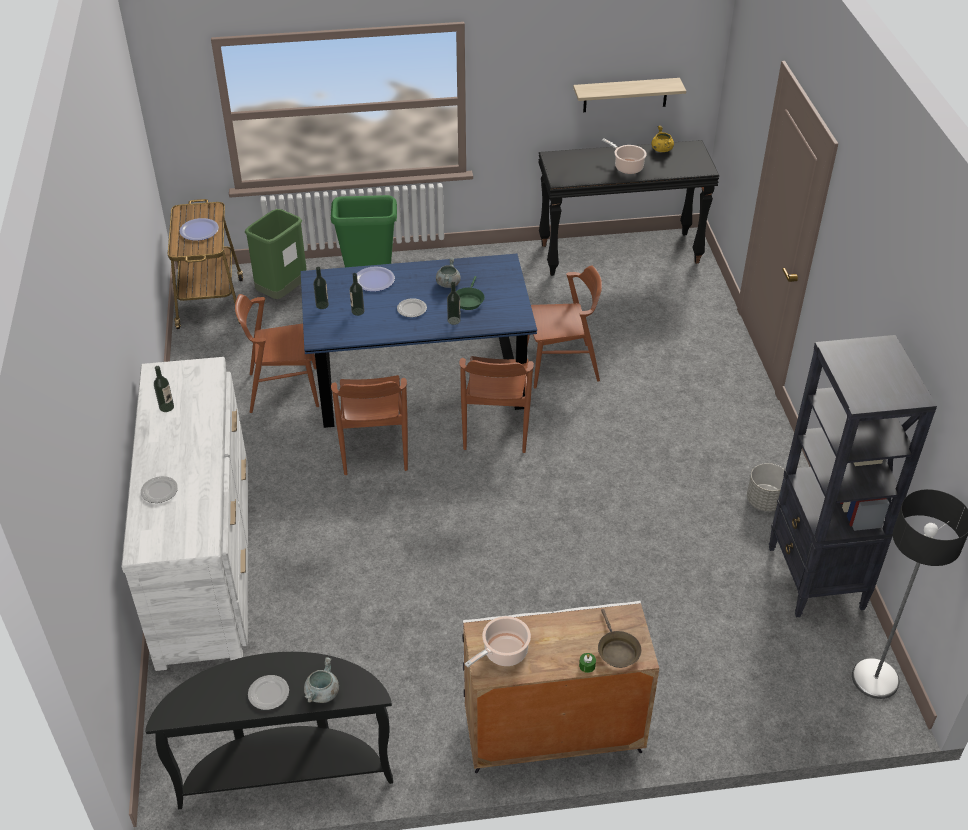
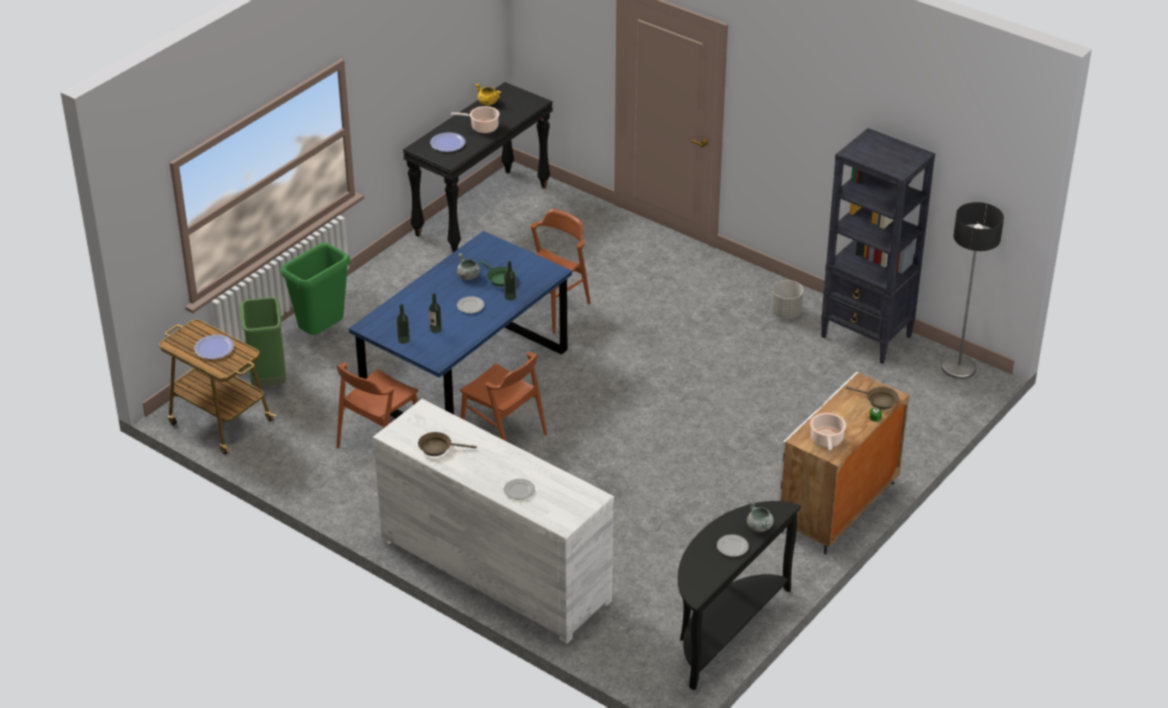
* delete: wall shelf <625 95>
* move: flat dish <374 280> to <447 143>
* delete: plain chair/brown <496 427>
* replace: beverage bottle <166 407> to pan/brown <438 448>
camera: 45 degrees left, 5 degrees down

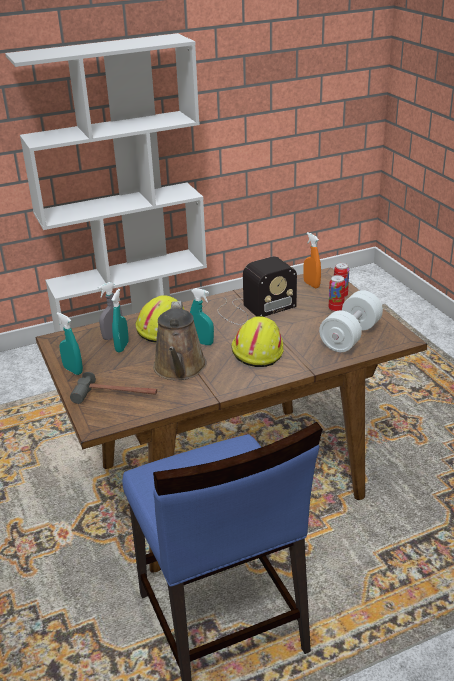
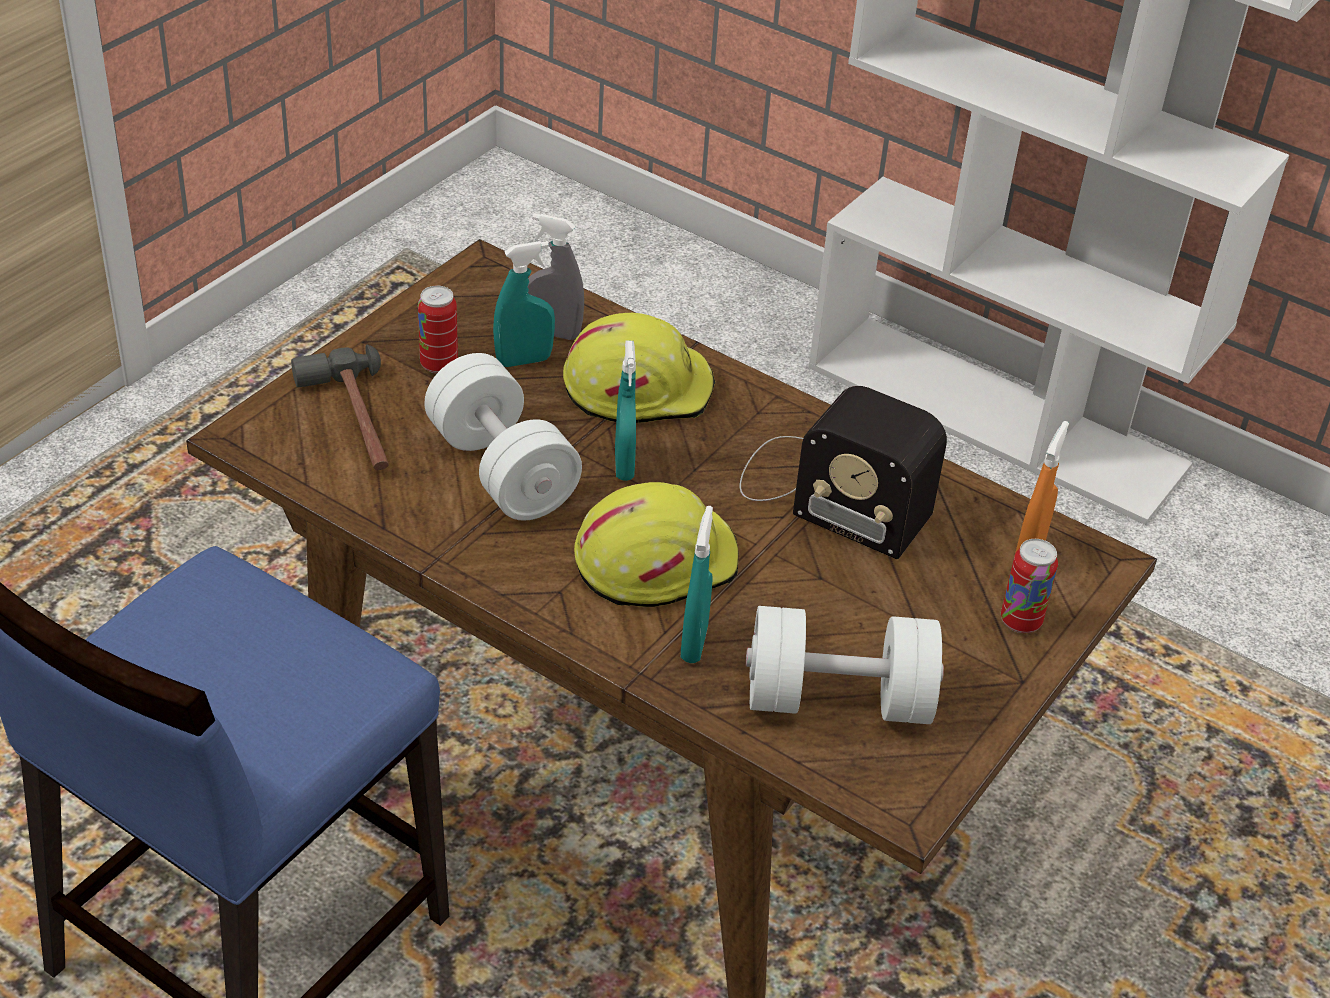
* move: can <336 309> to <439 365>
* replace: watering can/brown <179 369> to dumbbell/whitish <502 470>
* move: spray bottle/turquoise <73 370> to <694 643>
camera: 55 degrees right, 10 degrees up

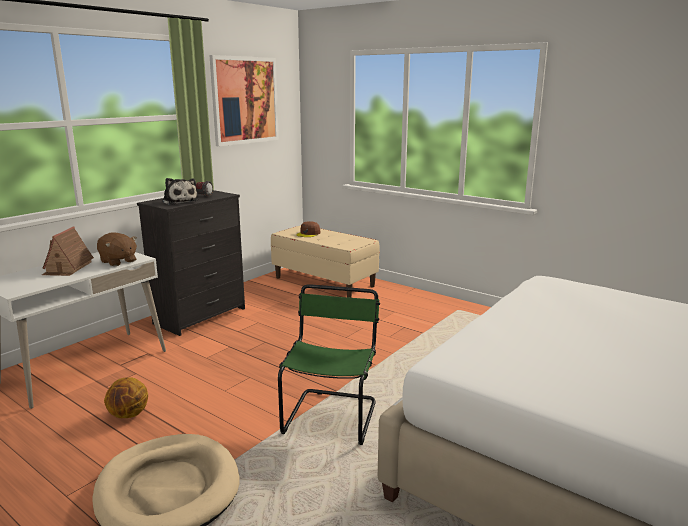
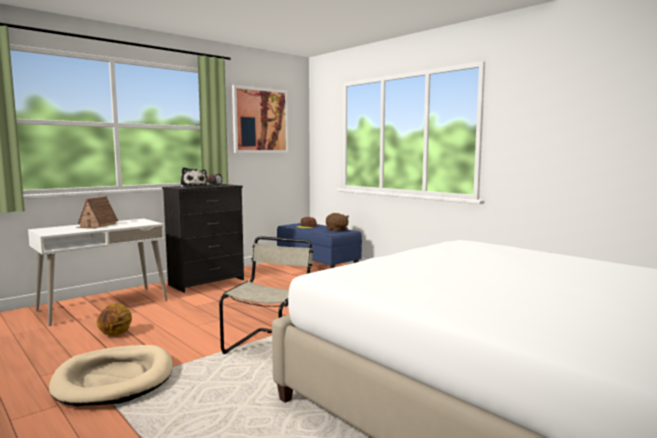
* recolor: bench/sand-coloured <324 282> to bench/bluish <318 267>
* move: soft toy/brown <118 261> to <337 230>
* recolor: plain chair/green <331 415> to plain chair/sand-coloured <271 346>
camera: 10 degrees right, 10 degrees down

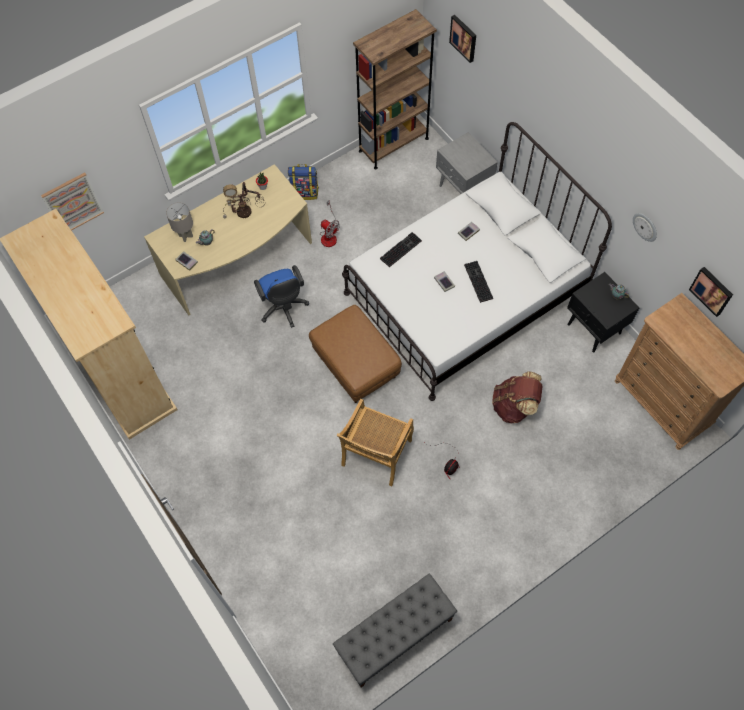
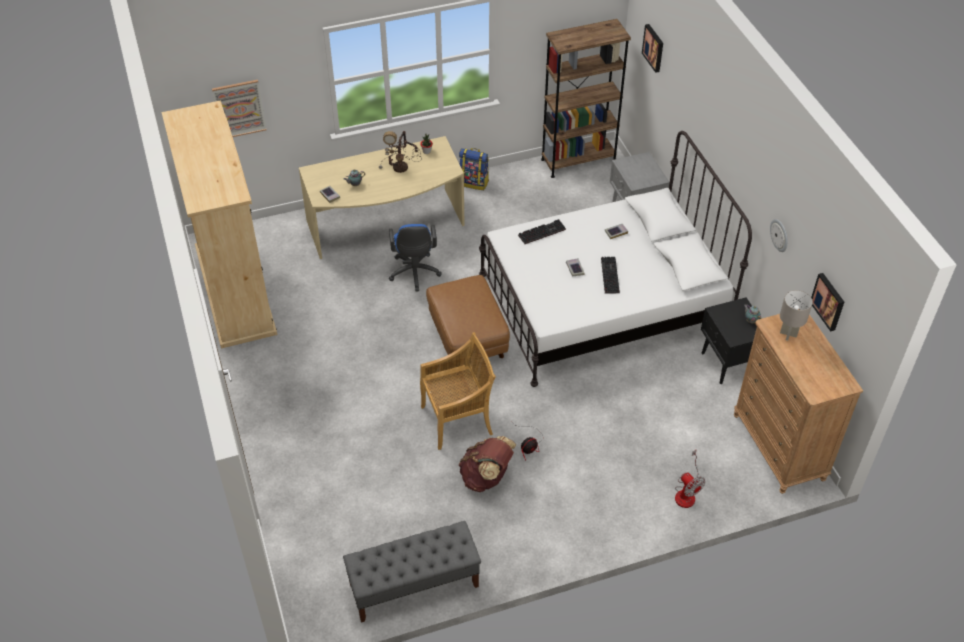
* move: electric fan <329 235> to <686 493>
* move: tabletop lamp/greyish <186 236> to <788 334>
* move: rucksack/brown <514 406> to <486 477>
* rotate: plain chair/sand-coloured <376 454> = <458 420> 150 degrees counterclockwise
camera: 15 degrees right, 15 degrees down

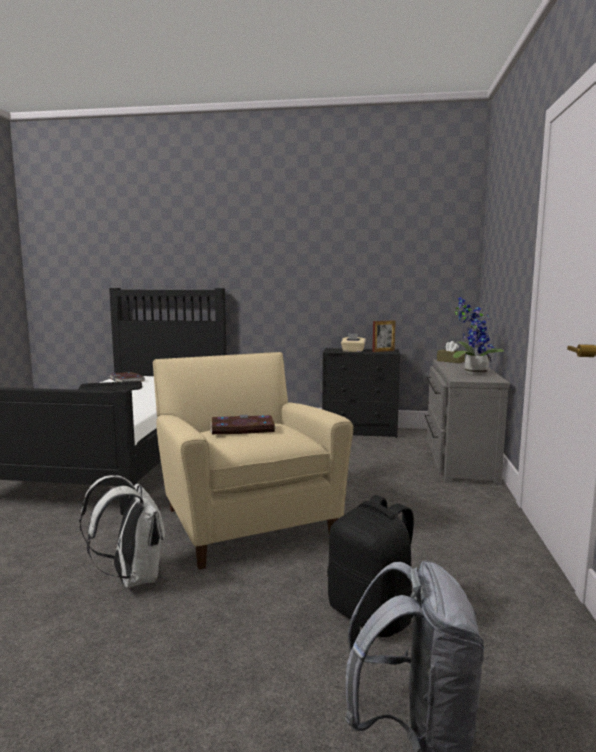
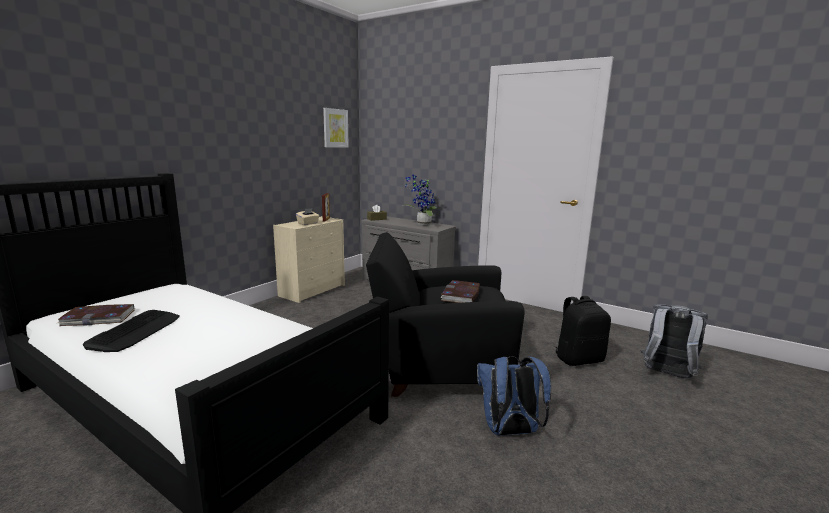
* recolor: drawer chest/black <360 431> to drawer chest/sand-coloured <313 290>
* recolor: easy chair/sand-coloured <245 519> to easy chair/black <438 368>
* recolor: rucksack/whitish <132 578> to rucksack/bluish <509 431>
* insert: picture <335 128>
camera: 65 degrees left, 5 degrees up

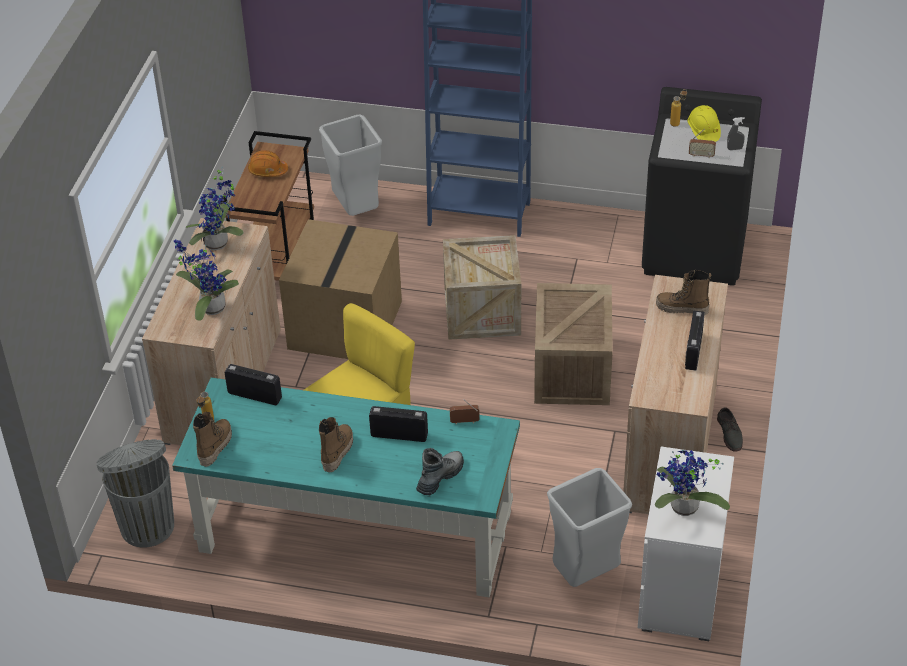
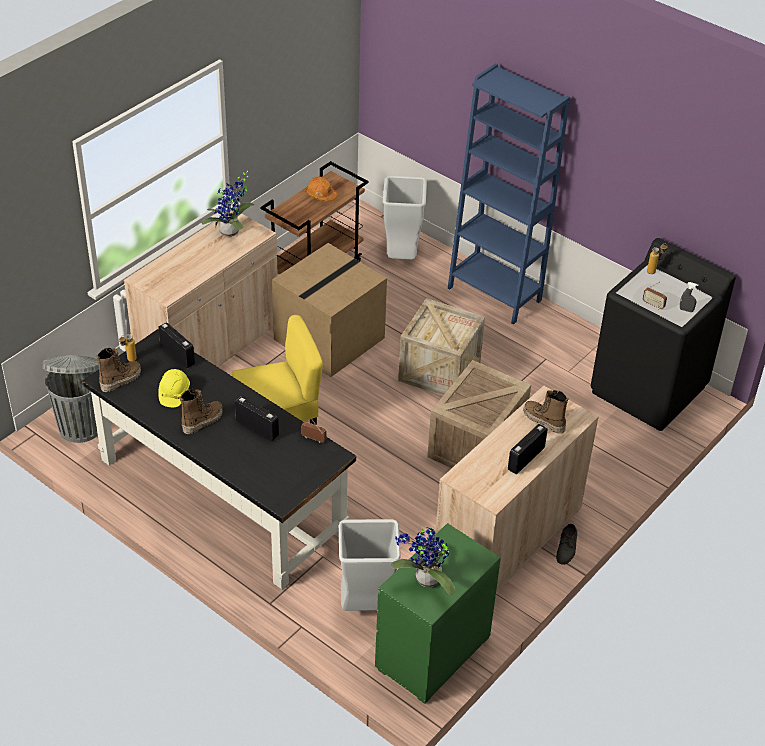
* move: safety helmet/yellowish <703 131> to <174 393>
* delete: potted plant <209 307>
* recolor: desk/turquoise <354 532> to desk/black <220 495>
* recolor: drawer chest/whitish <680 590> to drawer chest/green <432 653>
* delete: boot <440 477>
camera: 25 degrees right, 0 degrees up

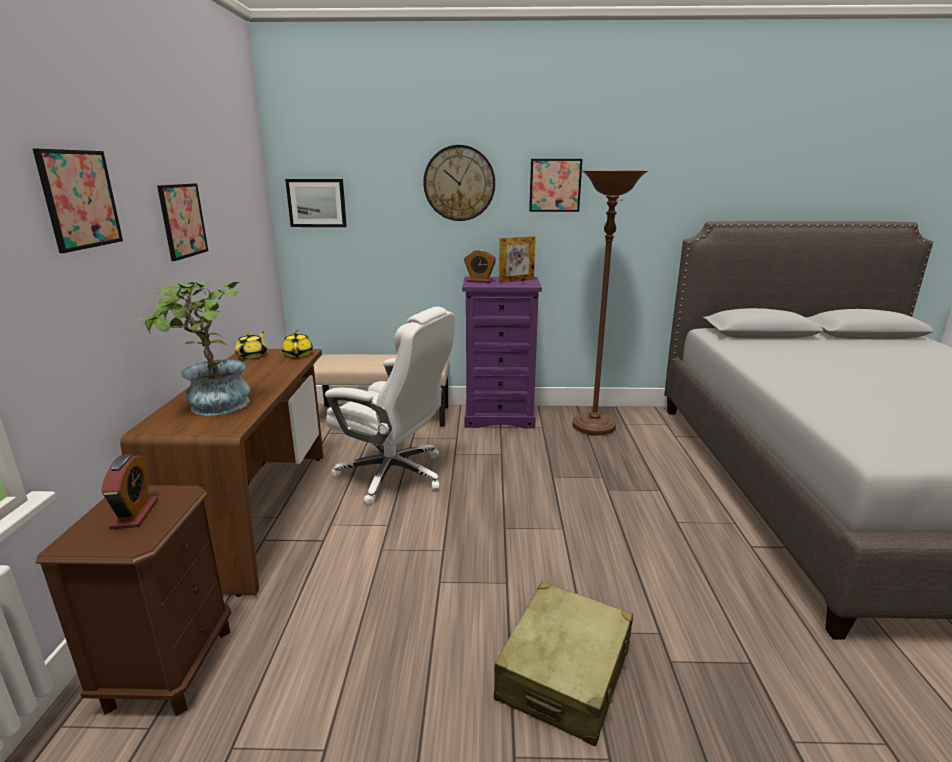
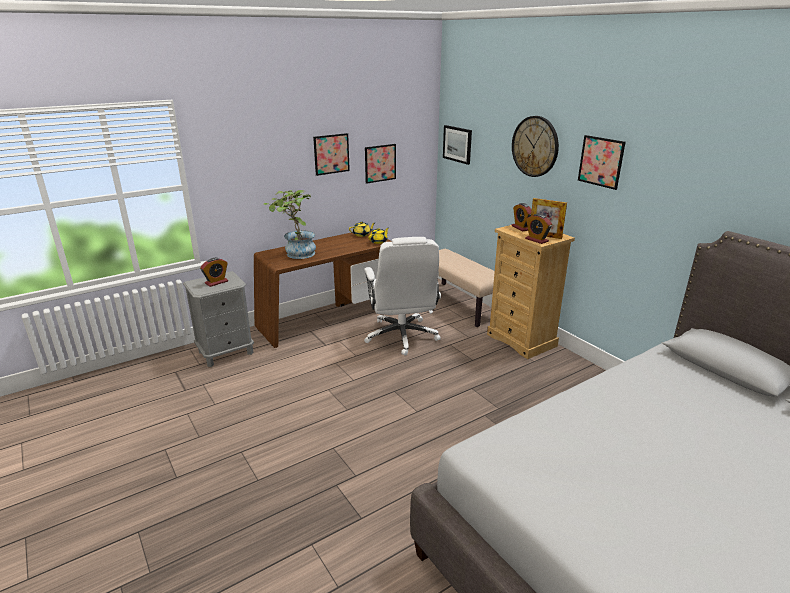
* move: picture <80 199> to <380 163>
* delete: standing lamp/brown <593 427>
* recolor: drawer chest/purple <499 417> to drawer chest/sand-coloured <522 340>
* recolor: nightstand/brown <169 667> to nightstand/greyish <226 352>
* delete: travel case/sand-coloured <564 674>
* insert: bedside clock <536 240>
camera: 55 degrees right, 5 degrees up

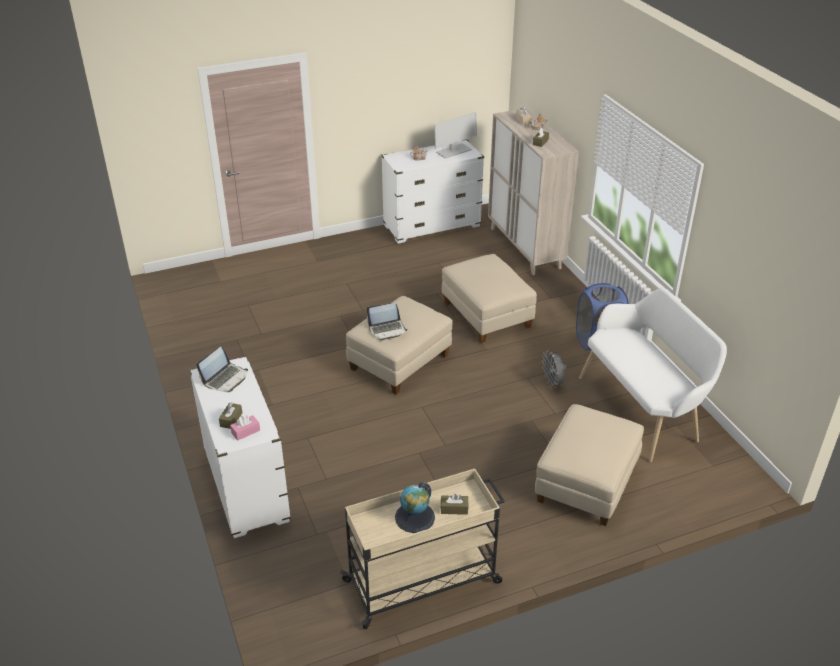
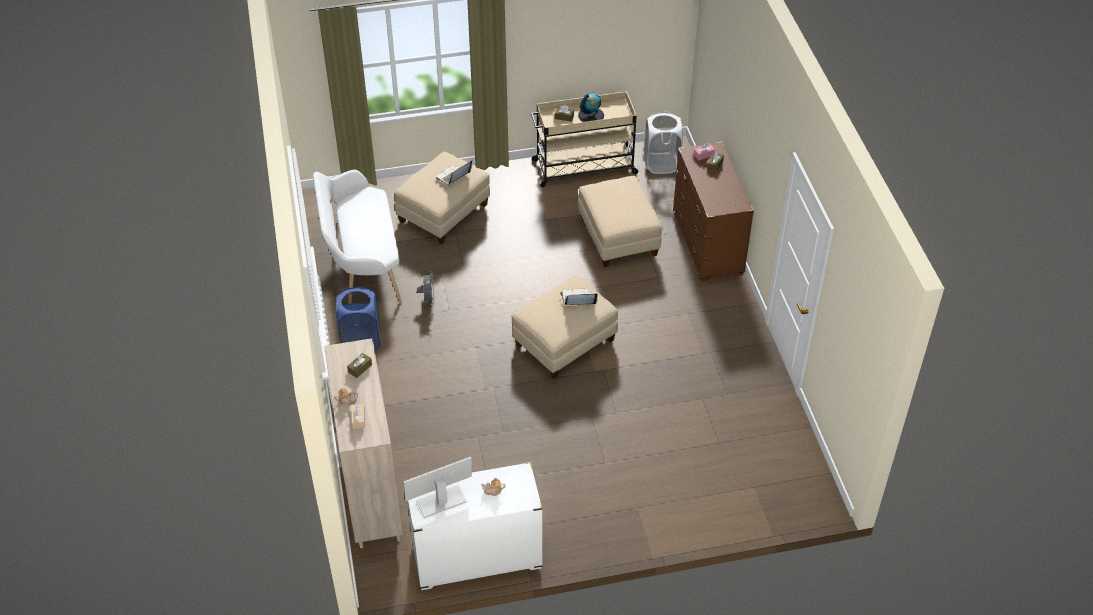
* move: pouffe/sand-coloured <487 315> to <617 237>
* move: portable computer <225 378> to <453 176>
* recolor: drawer chest/whitish <246 486> to drawer chest/brown <707 244>
* insert: washing basket/whitish <661 163>
camera: 170 degrees left, 10 degrees up

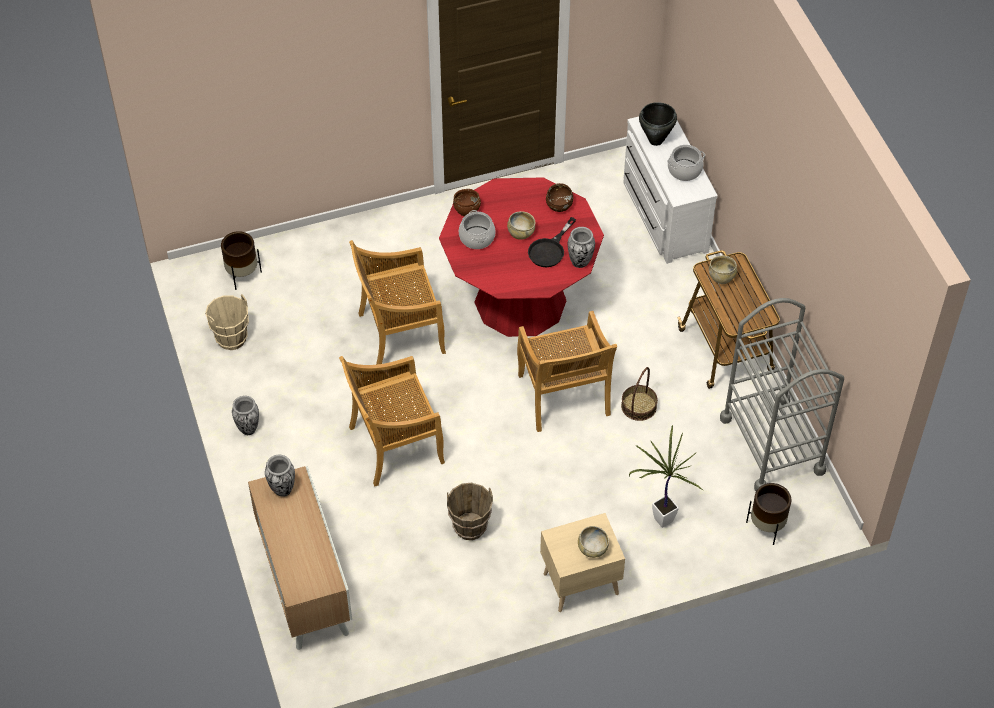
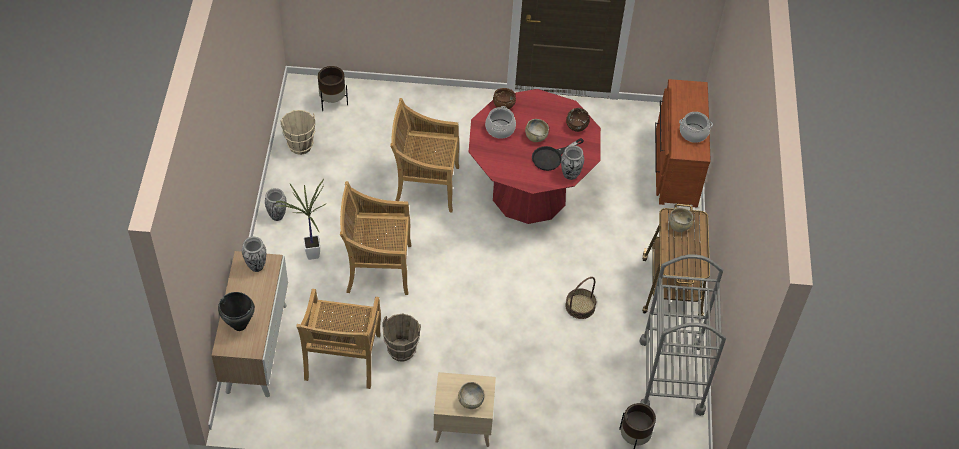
* move: stockpot/black <656 140> to <239 325>
* recolor: drawer chest/whitish <662 215> to drawer chest/brown <674 166>
* move: plain chair/sand-coloured <564 397> to <342 359>
* move: potted plant <659 520> to <309 254>
camera: 20 degrees right, 0 degrees up

